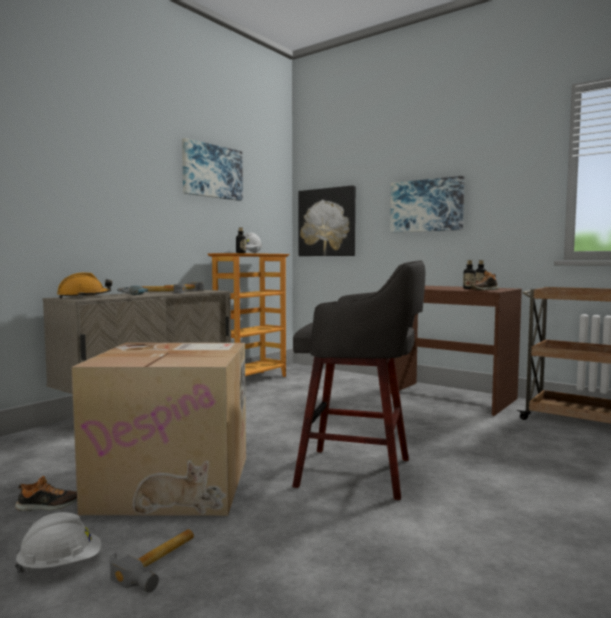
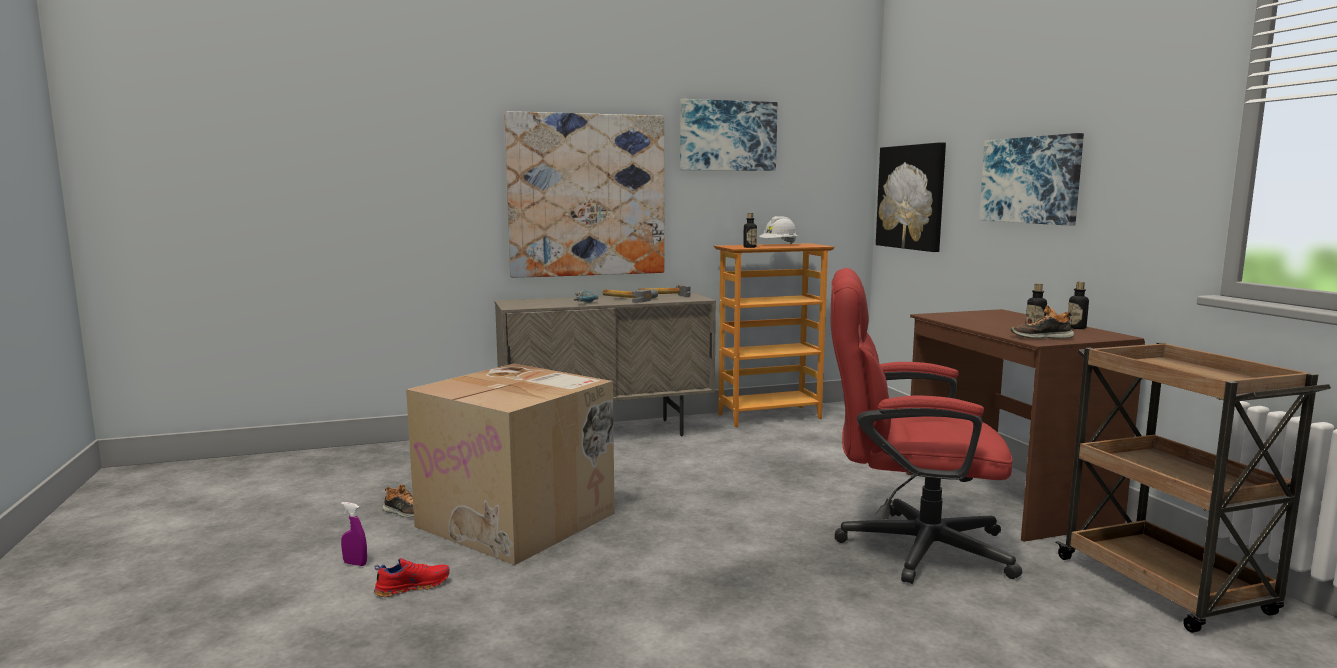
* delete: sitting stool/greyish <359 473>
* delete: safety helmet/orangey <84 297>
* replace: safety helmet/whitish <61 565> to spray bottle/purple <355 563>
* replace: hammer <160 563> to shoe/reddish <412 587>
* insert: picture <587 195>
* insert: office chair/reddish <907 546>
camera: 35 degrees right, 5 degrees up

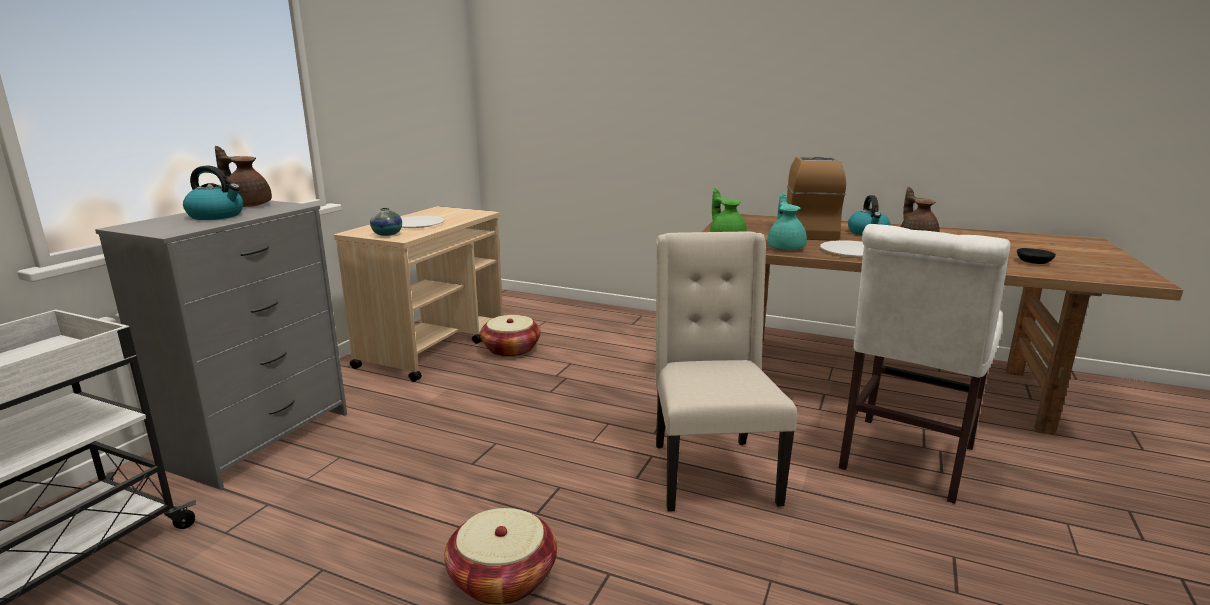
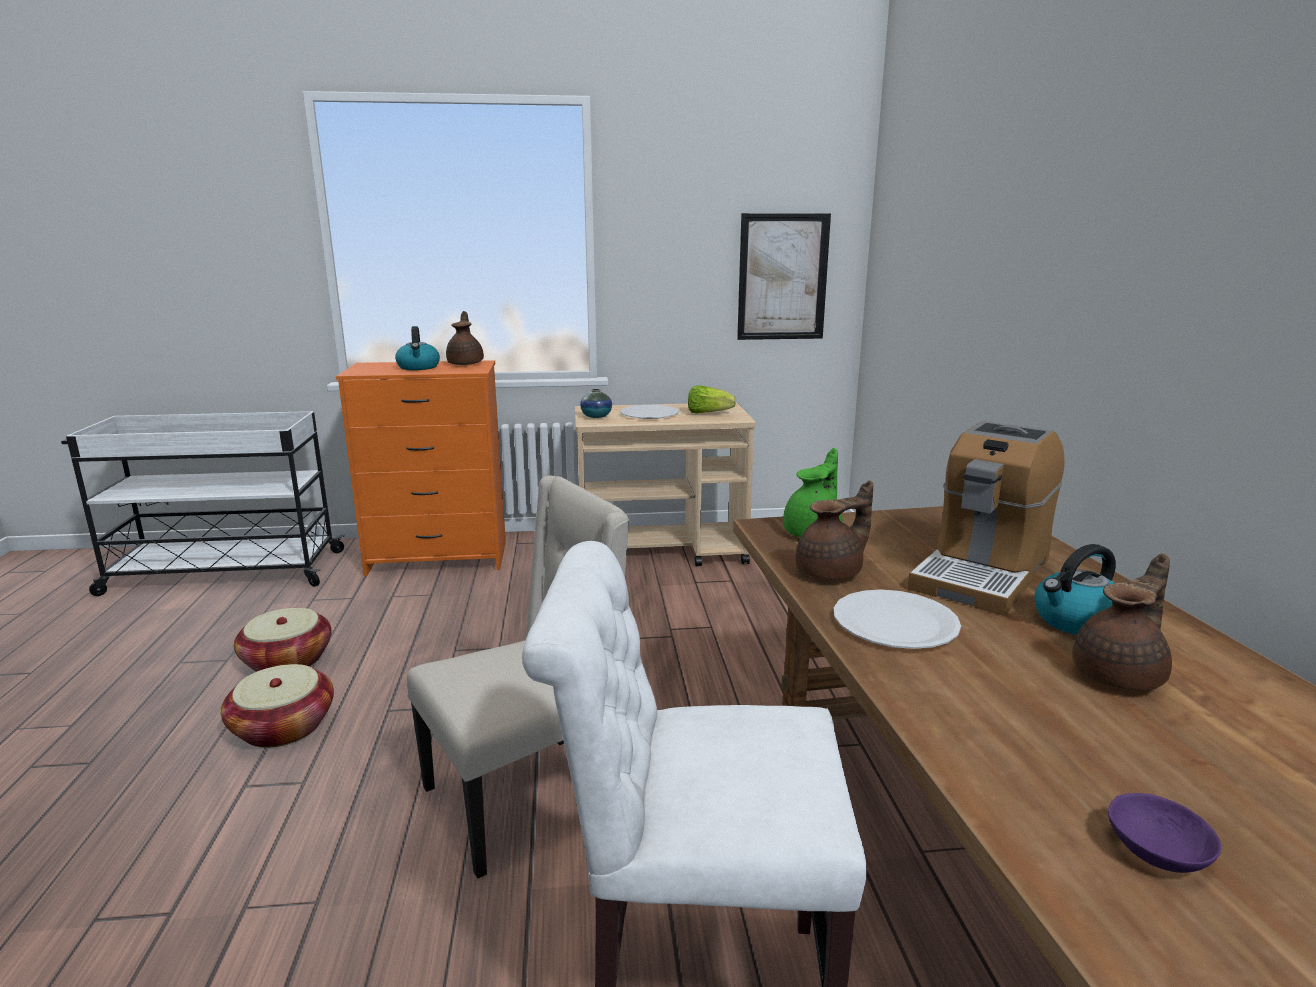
* rotate: coffee machine <808 231> = <982 573> 150 degrees clockwise
* recolor: teapot/turquoise <786 247> to teapot/brown <831 572>
* recolor: drawer chest/greyish <260 439> to drawer chest/orangey <438 558>
* recolor: deep dish/black <1033 262> to deep dish/purple <1153 850>
* move: household basket <511 350> to <287 661>
* insert: picture <782 277>
* insert: lettuce head <708 413>
camera: 60 degrees right, 0 degrees up

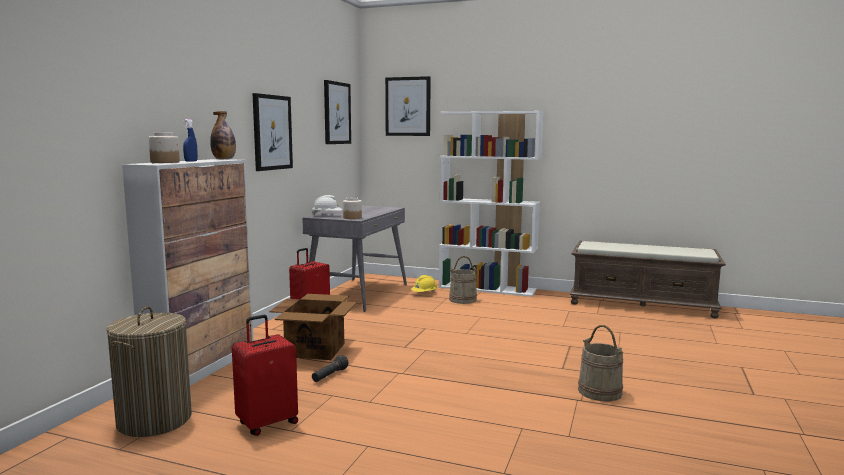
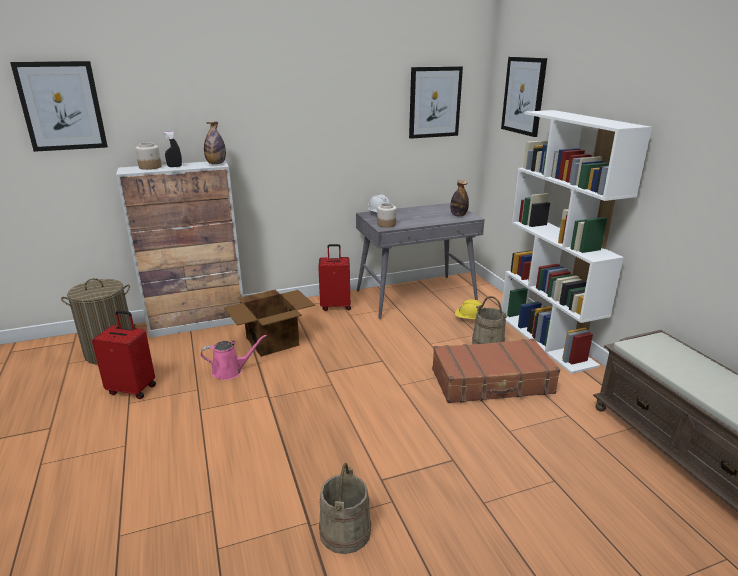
* move: picture <272 132> to <62 106>
* recolor: spray bottle/bluish <191 161> to spray bottle/black <174 166>
* replace: hand torch/black <329 376> to watering can/pink-coloured <230 371>
* insert: beverage bottle <458 215>
* insert: travel case/brown <492 382>
camera: 50 degrees right, 15 degrees up

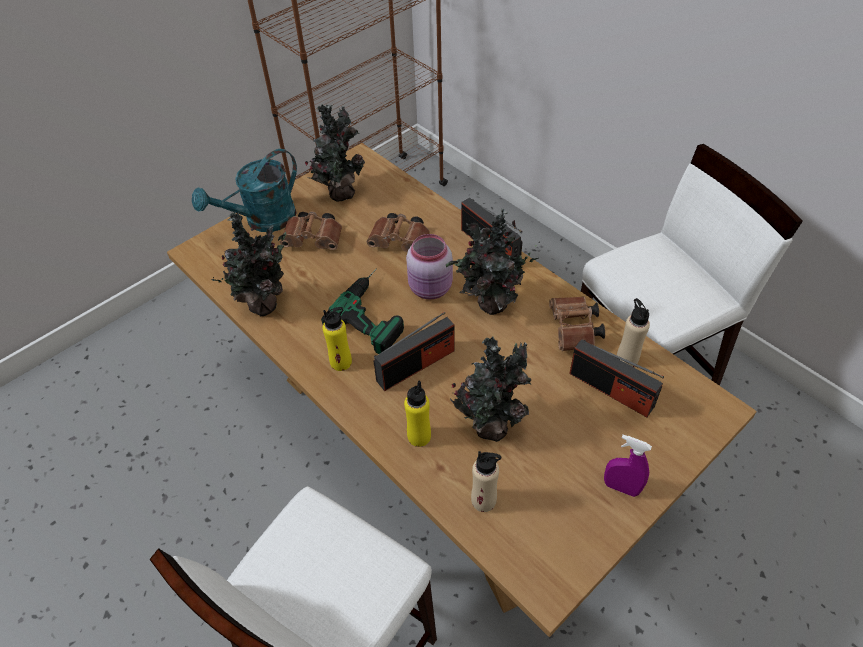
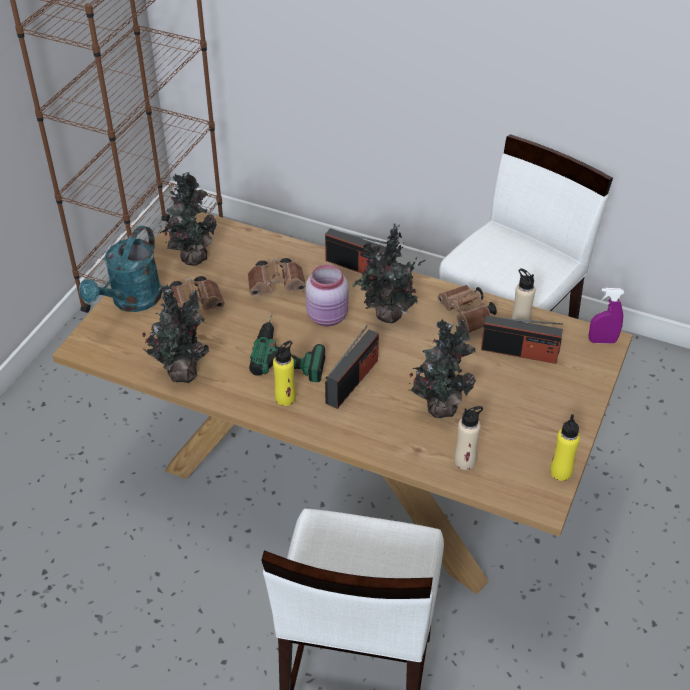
* move: beverage bottle/yellowish <419 436> to <560 472>
* move: spray bottle/purple <621 487> to <602 341>
camera: 25 degrees left, 5 degrees down

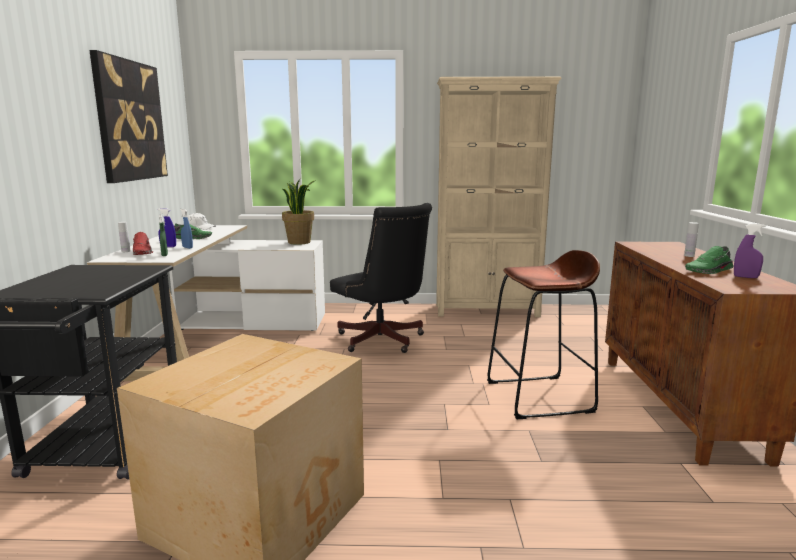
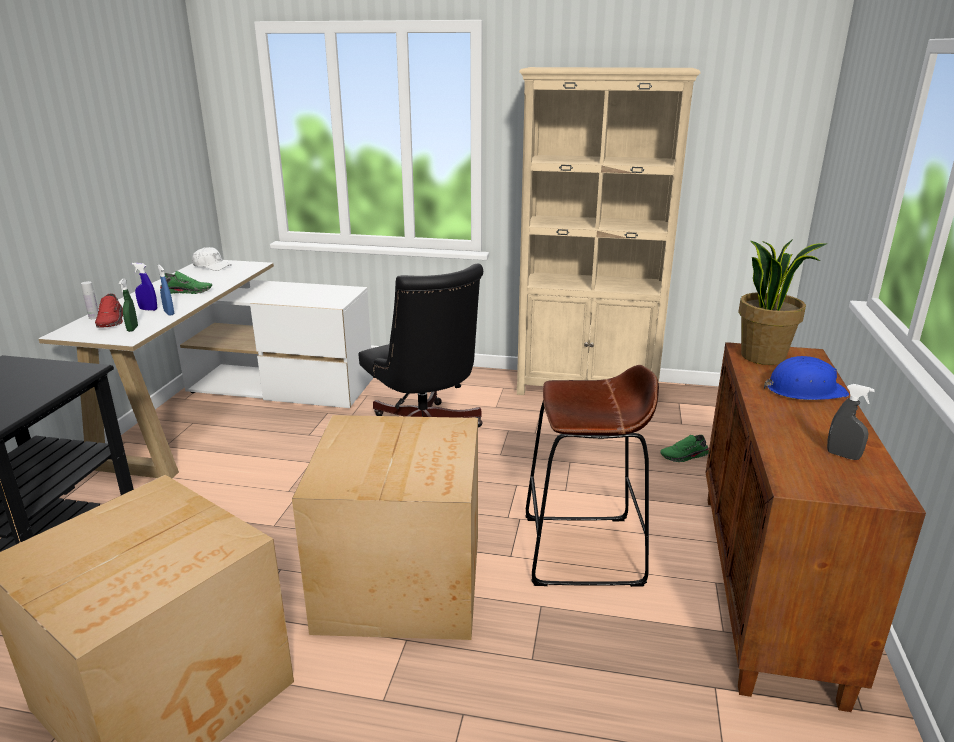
* delete: picture <130 121>
* move: potted plant <299 242> to <763 356>
* replace: beverage bottle/whitish <689 256> to safety helmet/bluish <804 390>
* recolor: spray bottle/purple <745 277> to spray bottle/greyish <843 455>
* move: shoe/green <709 271> to <684 456>
* insert: cardboard box <403 580>
camera: 10 degrees right, 10 degrees up

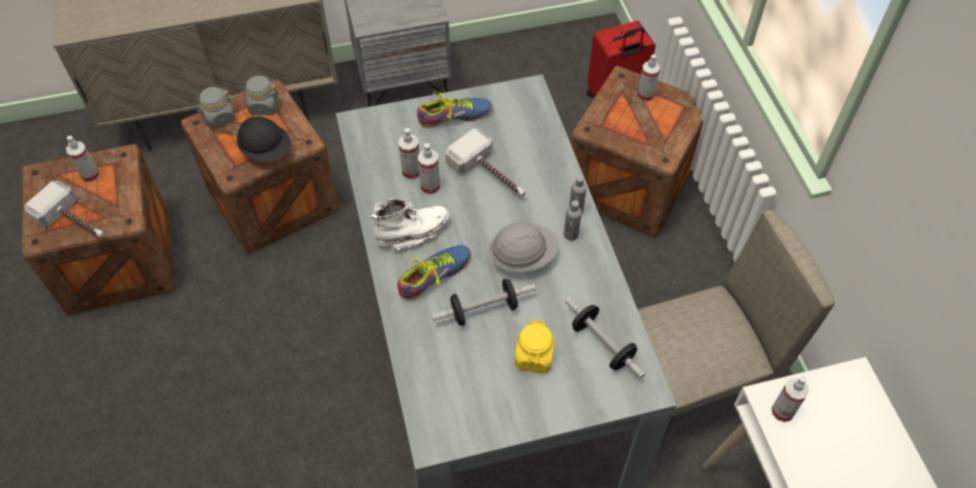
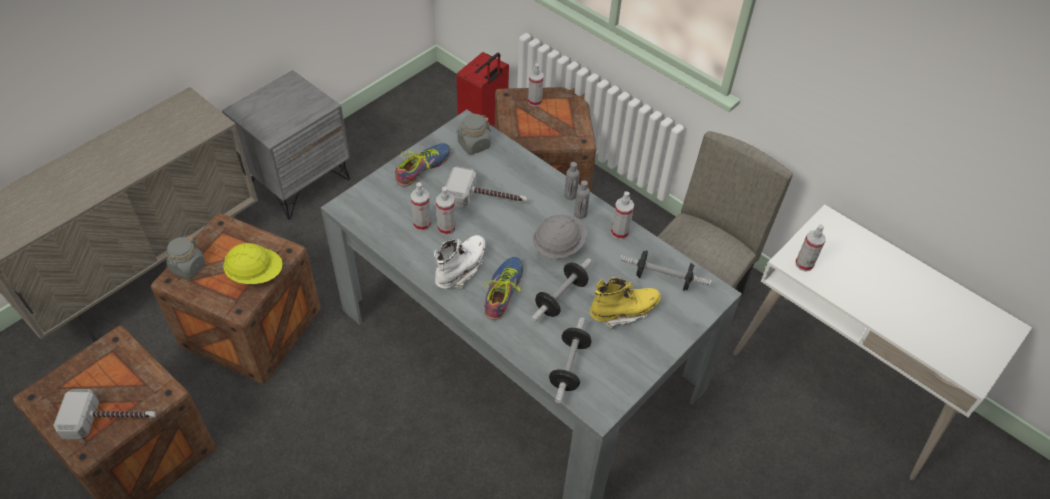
* move: storage jar/greyish <264 106> to <474 145>
* recolor: safety helmet/black <266 151> to safety helmet/yellowish <256 274>
* move: spray bottle <90 175> to <619 232>
* replace: storage jar/yellowish <534 357> to boot/yellowish <623 312>
* insert: dumbbell <569 367>
camera: 35 degrees left, 5 degrees down

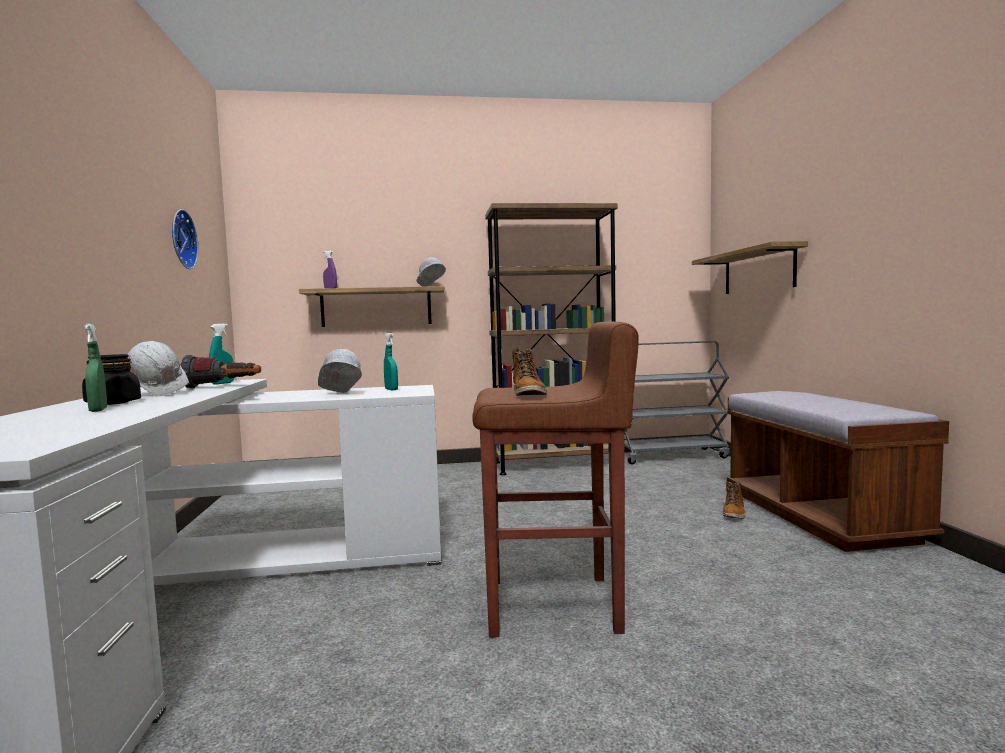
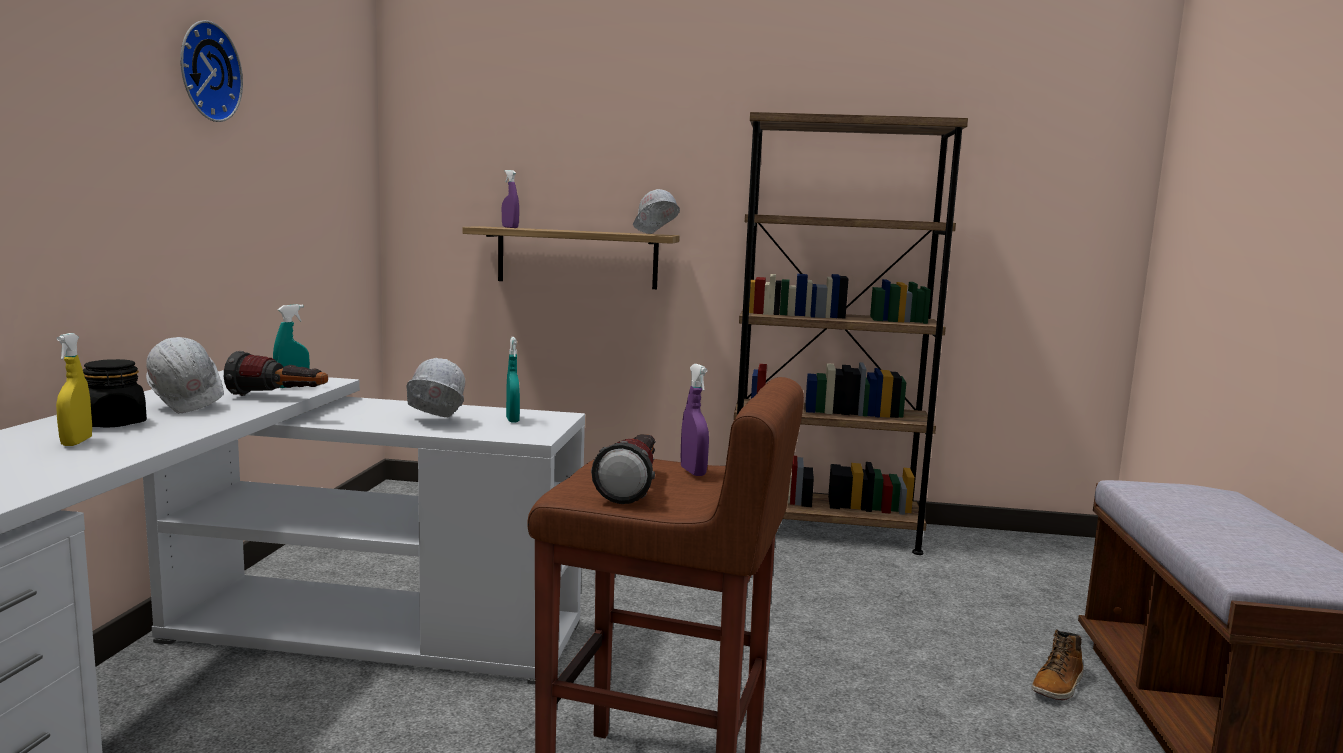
* move: hanging clock <180 239> to <205 71>
* delete: wall shelf <758 271>
* recolor: spray bottle/green <98 410> to spray bottle/yellowish <76 442>
* delete: cart/greyish <671 456>
* replace: boot <528 394> to hand torch <633 487>
* insert: spray bottle/purple <693 472>
camera: 15 degrees right, 5 degrees up

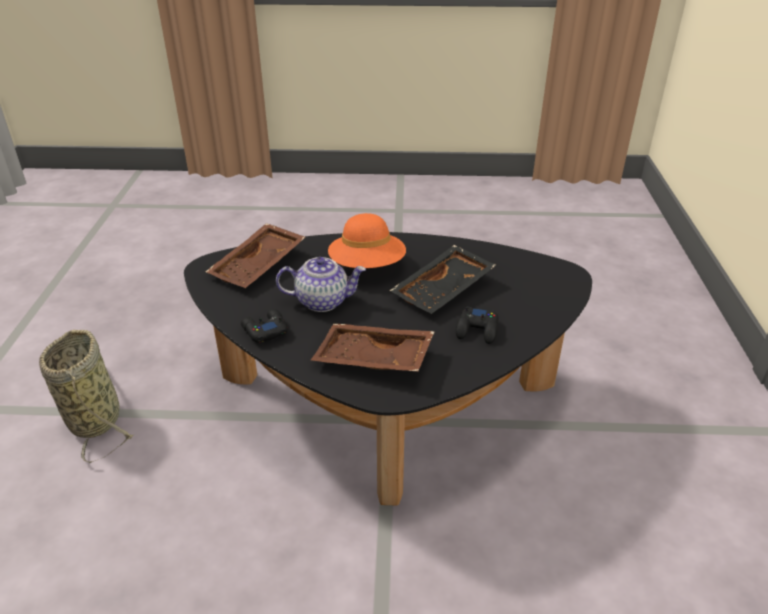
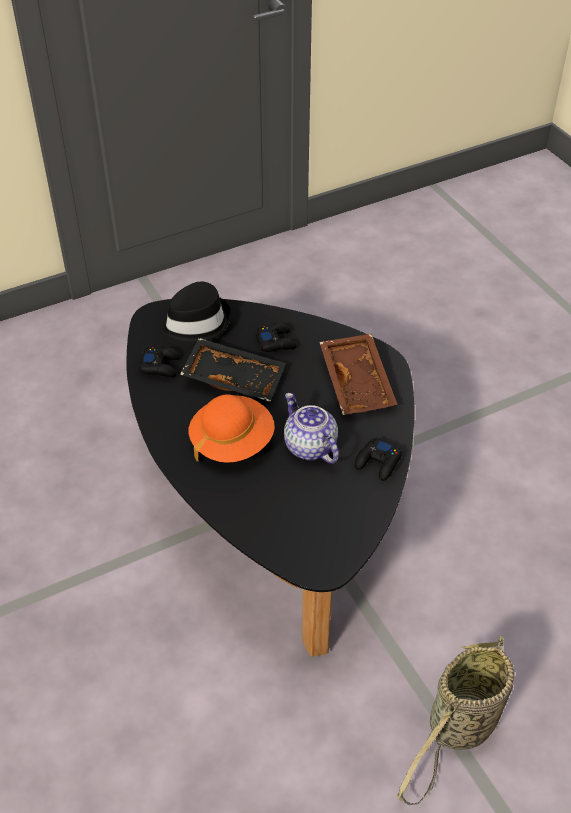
* delete: tray/brown <259 266>
* insert: clothing hat/black <194 323>
* insert: game controller/black <160 366>
camera: 120 degrees left, 10 degrees up

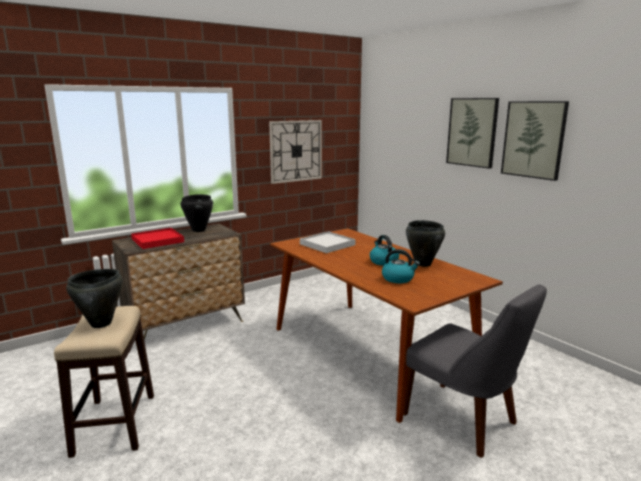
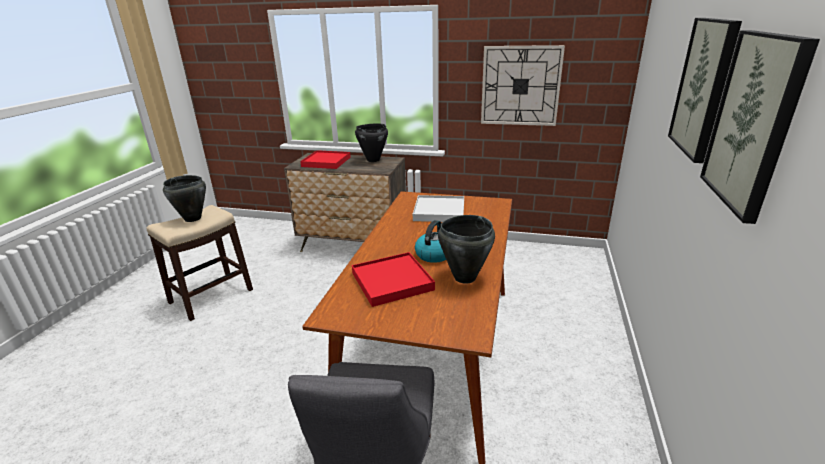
* replace: tea kettle <398 278> to tray/reddish <392 281>
camera: 50 degrees right, 10 degrees up

